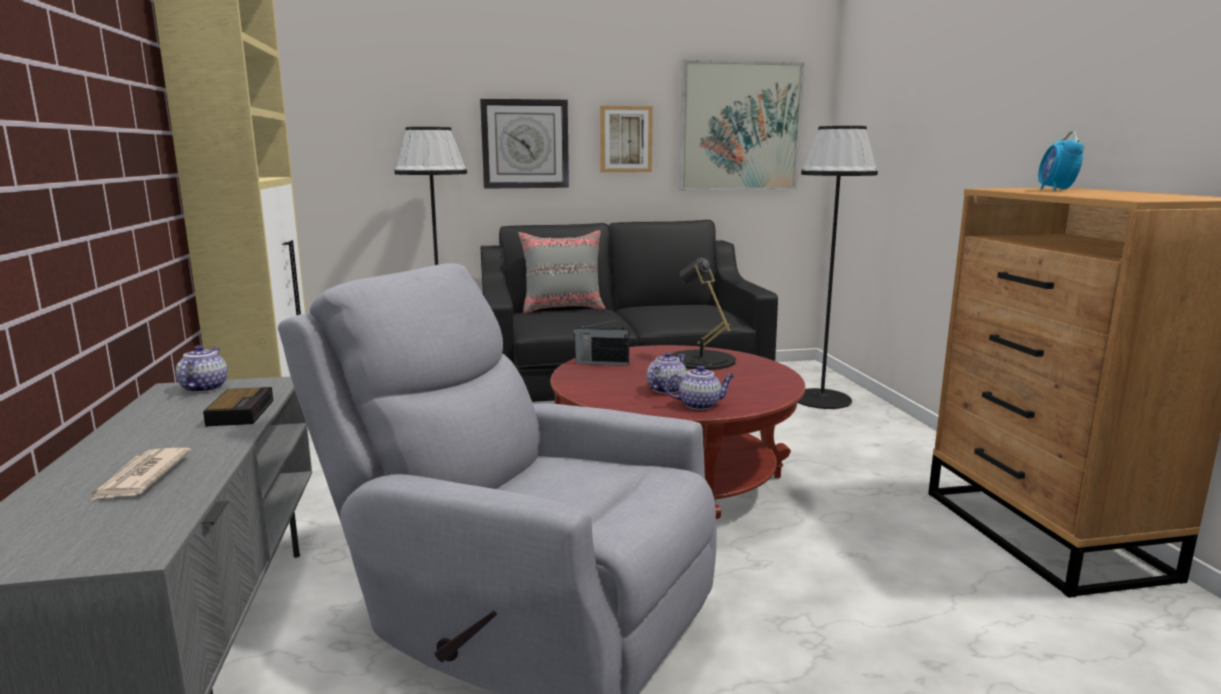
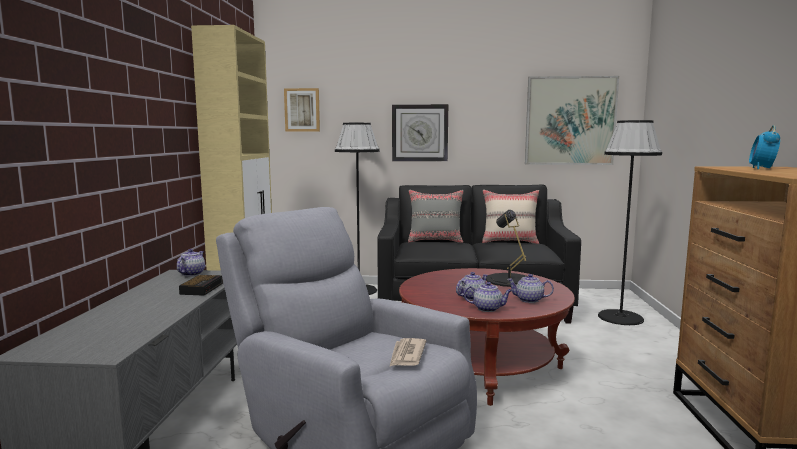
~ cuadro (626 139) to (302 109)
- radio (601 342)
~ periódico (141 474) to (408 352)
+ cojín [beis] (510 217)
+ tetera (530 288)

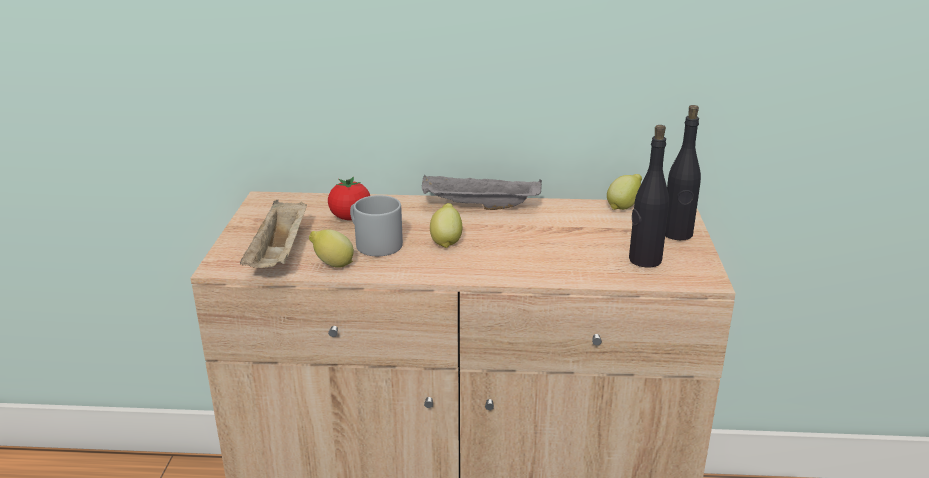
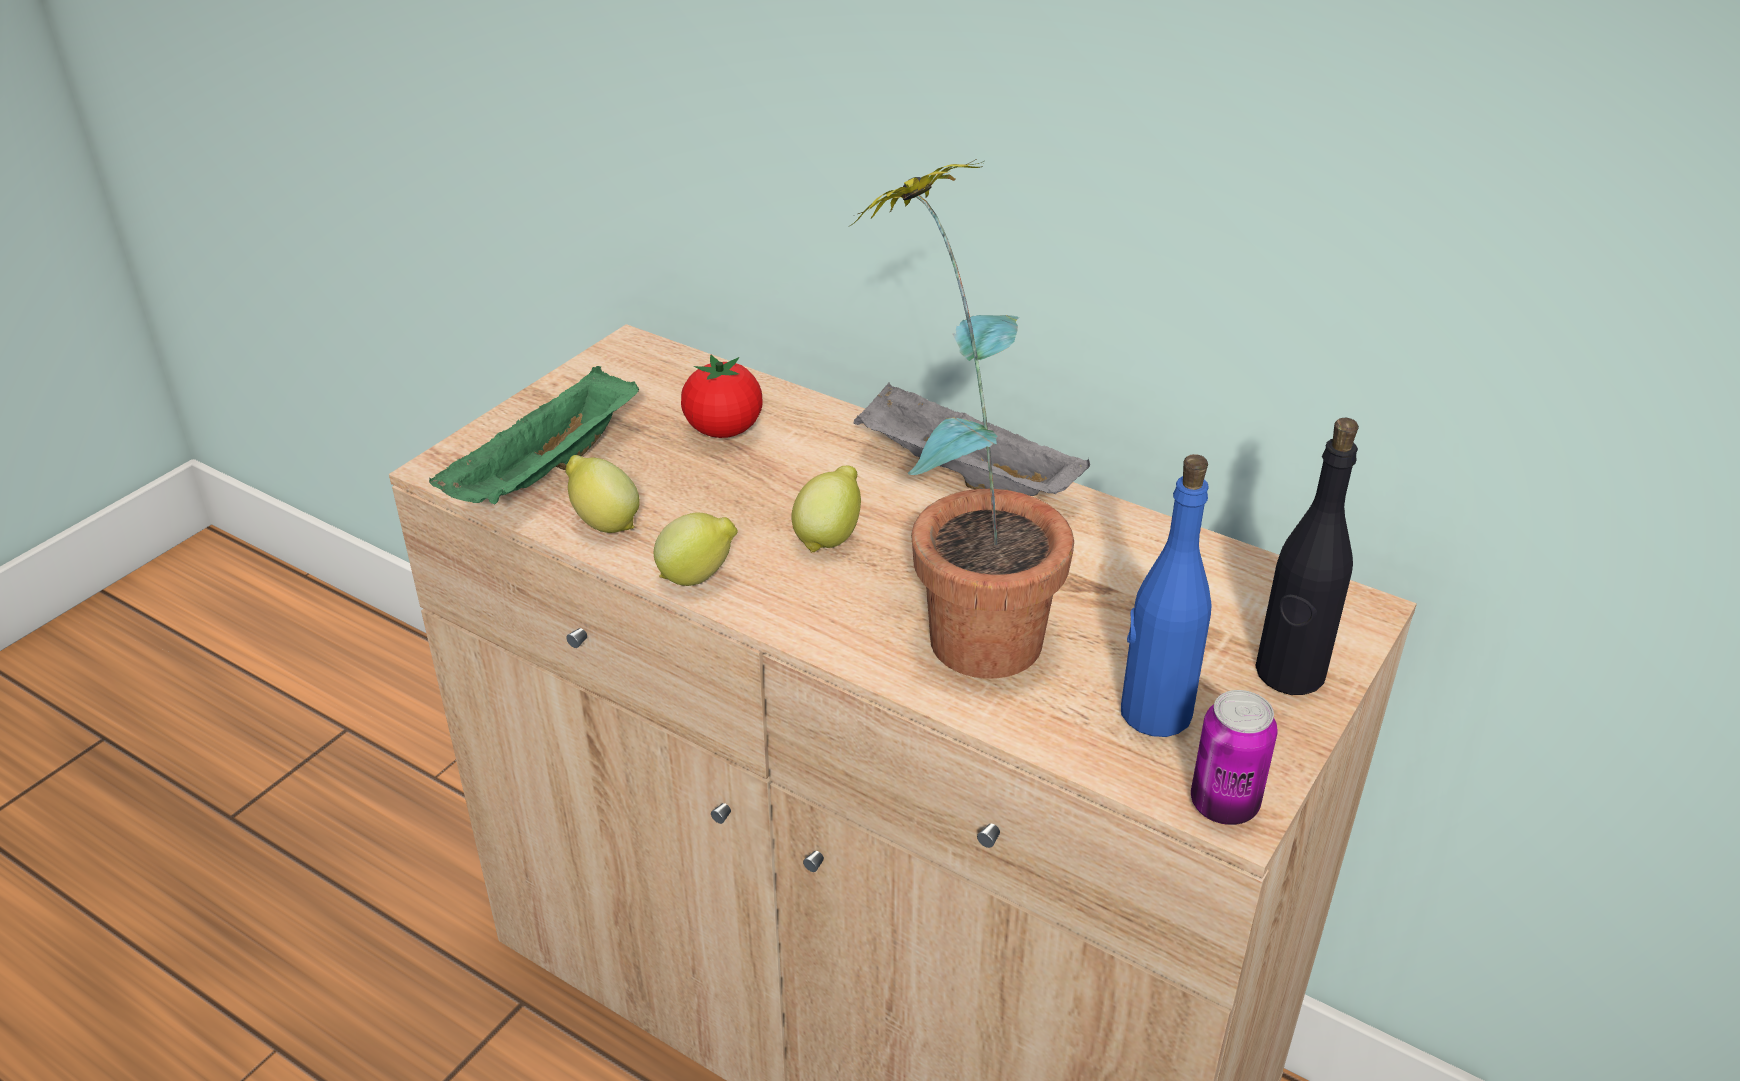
~ botella [negro] (649 196) to botella [azul] (1166 595)
~ limón (624 192) to (695 549)
- taza grande [gris] (376 225)
~ bandeja [beis] (273 234) to bandeja [verde] (534 435)
+ planta en maceta (962 419)
+ lata (1234 757)

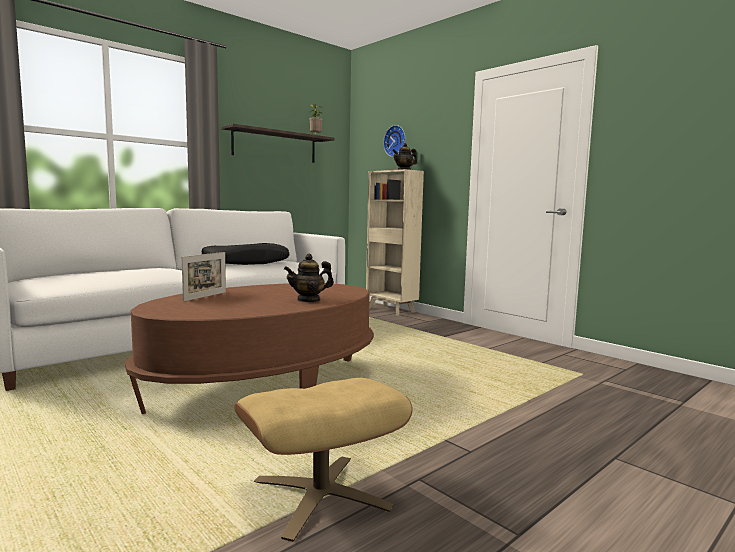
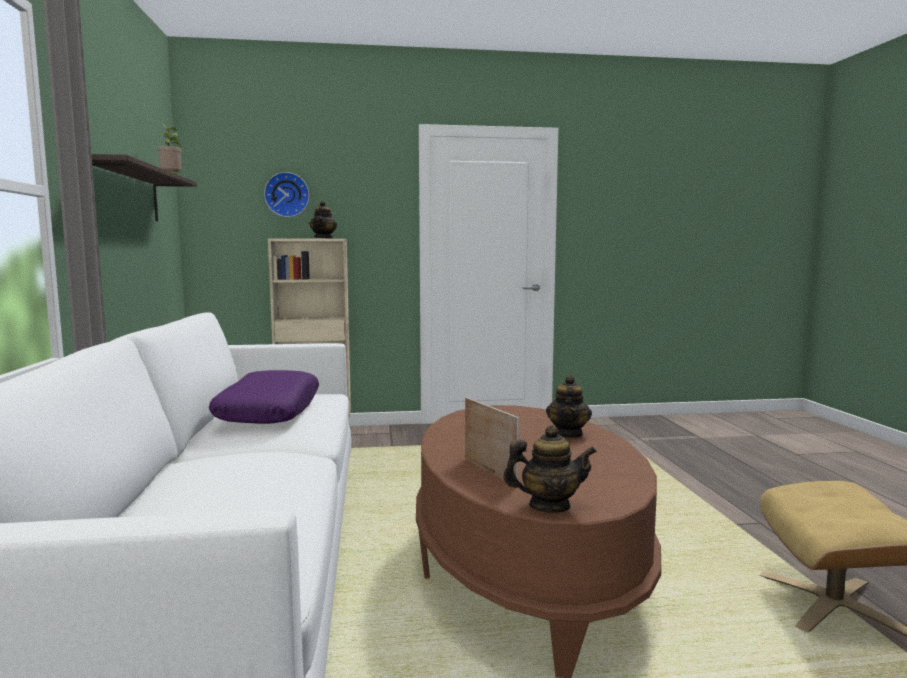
~ cojín [negro] (245 254) to cojín [morado] (264 397)
+ tetera (550 469)

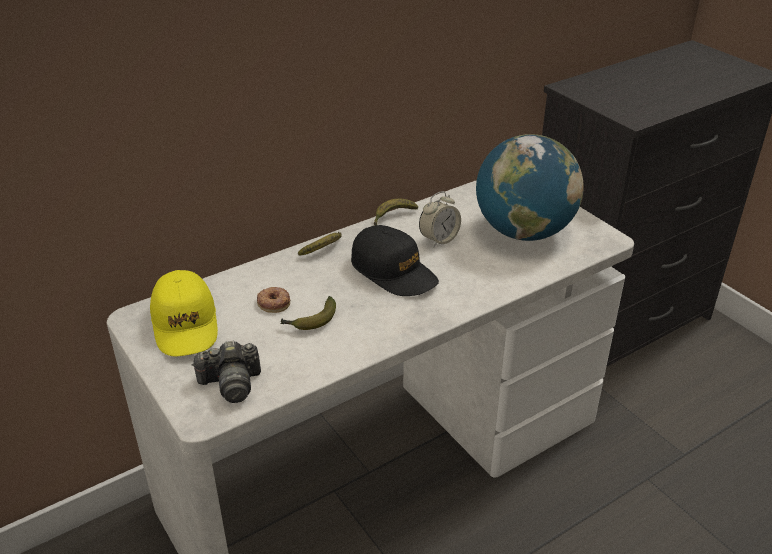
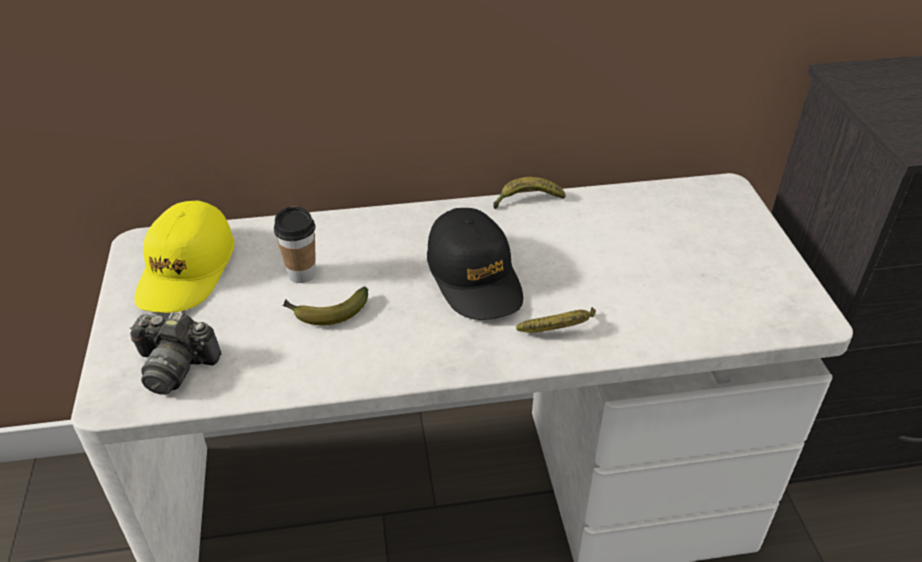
- globo terráqueo (530 187)
- despertador (440 219)
~ plátano (319 243) to (556 320)
~ rosquilla (273 300) to taza (295 245)

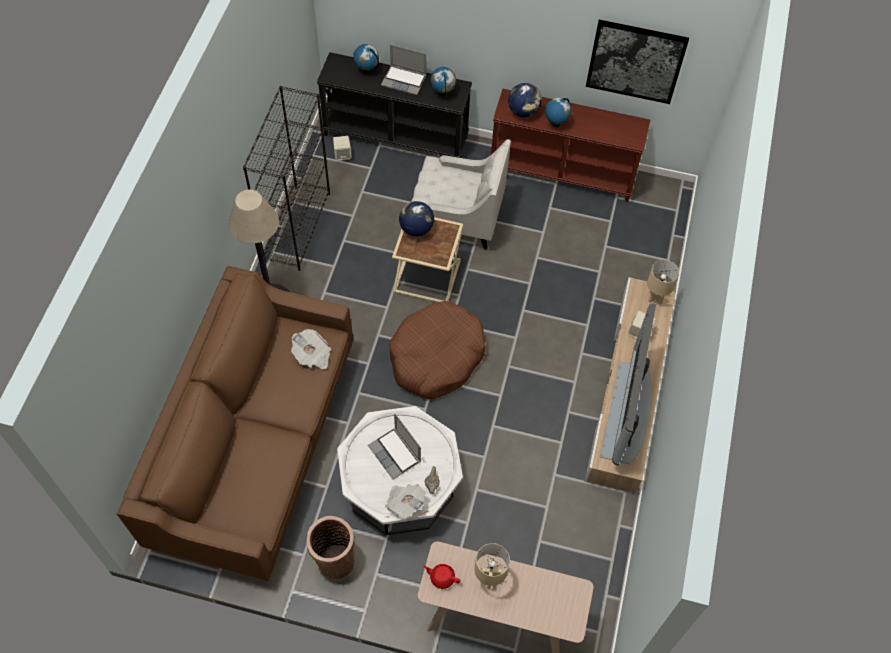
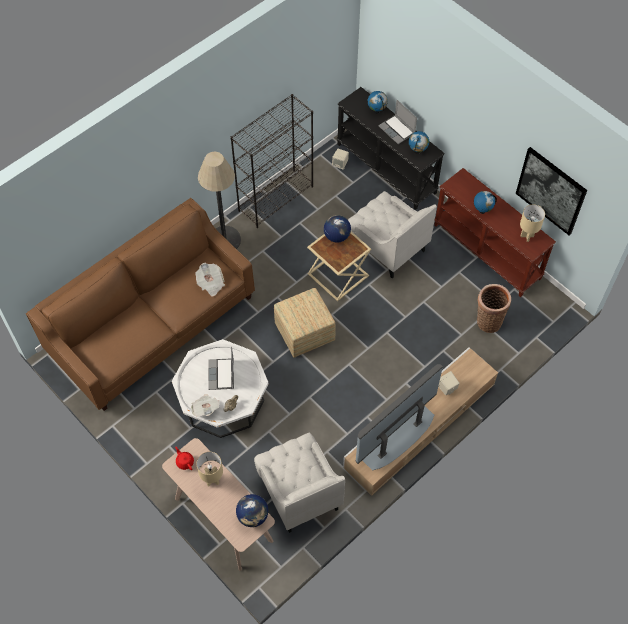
~ globo terráqueo (525 100) to (252 510)
~ lámpara de mesa [beis] (663 282) to (532 223)
~ cama para perro [marrón] (437 350) to puf (305 323)
~ cesta (330 547) to (494 308)
+ sillón [blanco] (299 483)

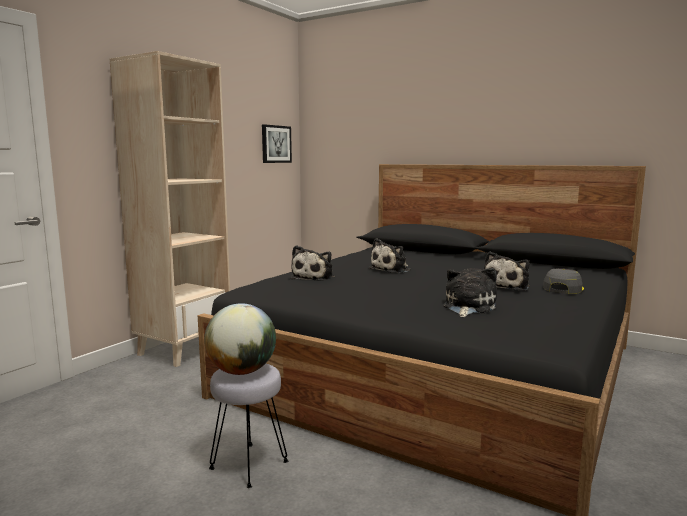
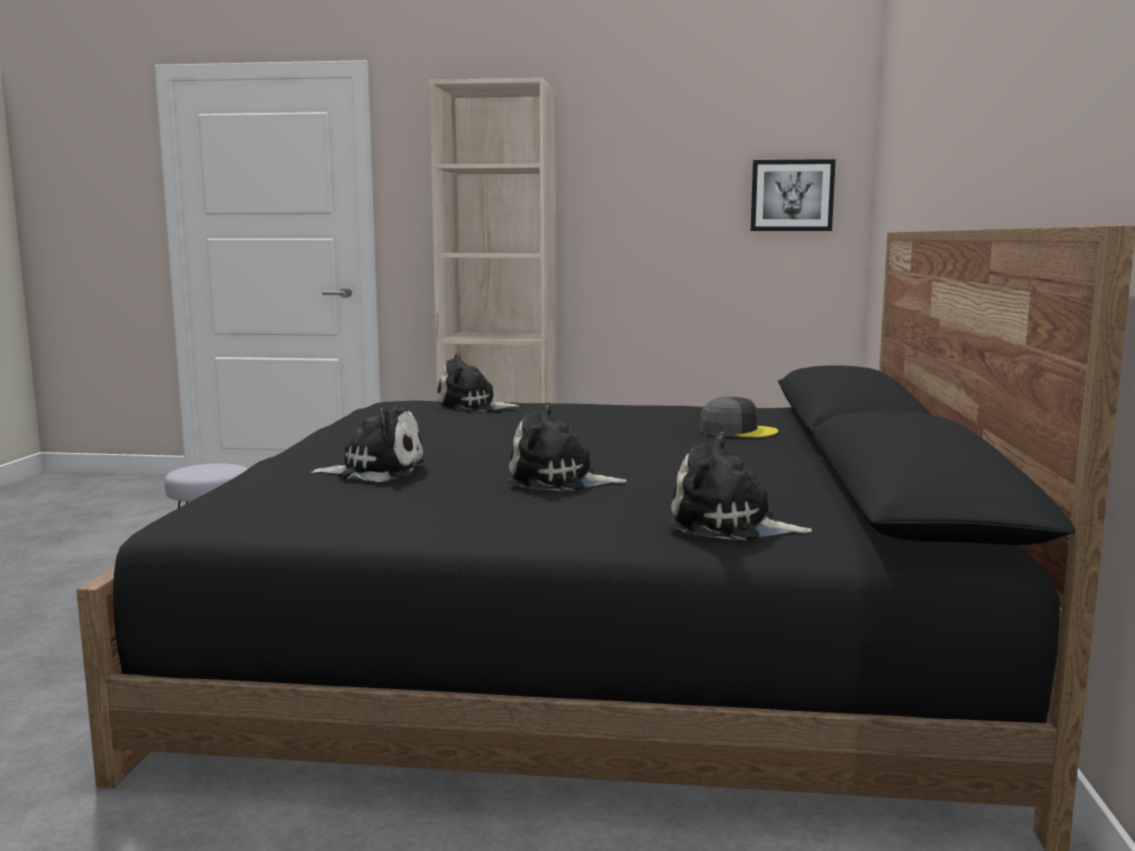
~ peluche (390 255) to (740 486)
~ gorra [gris] (563 281) to (739 417)
- globo terráqueo (240 339)

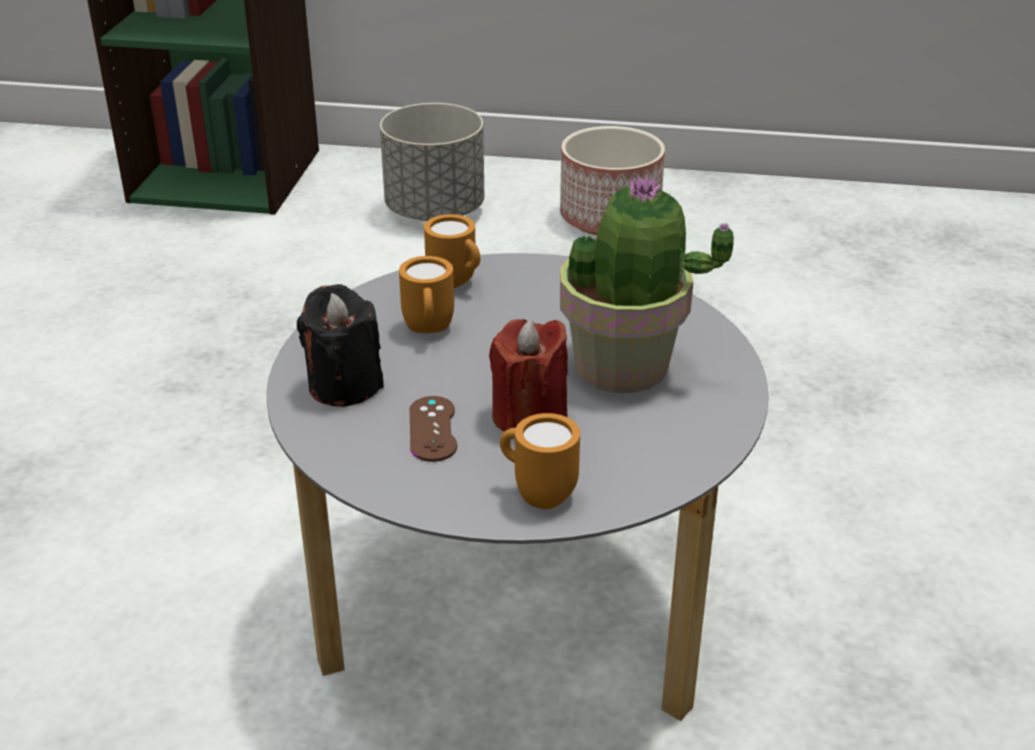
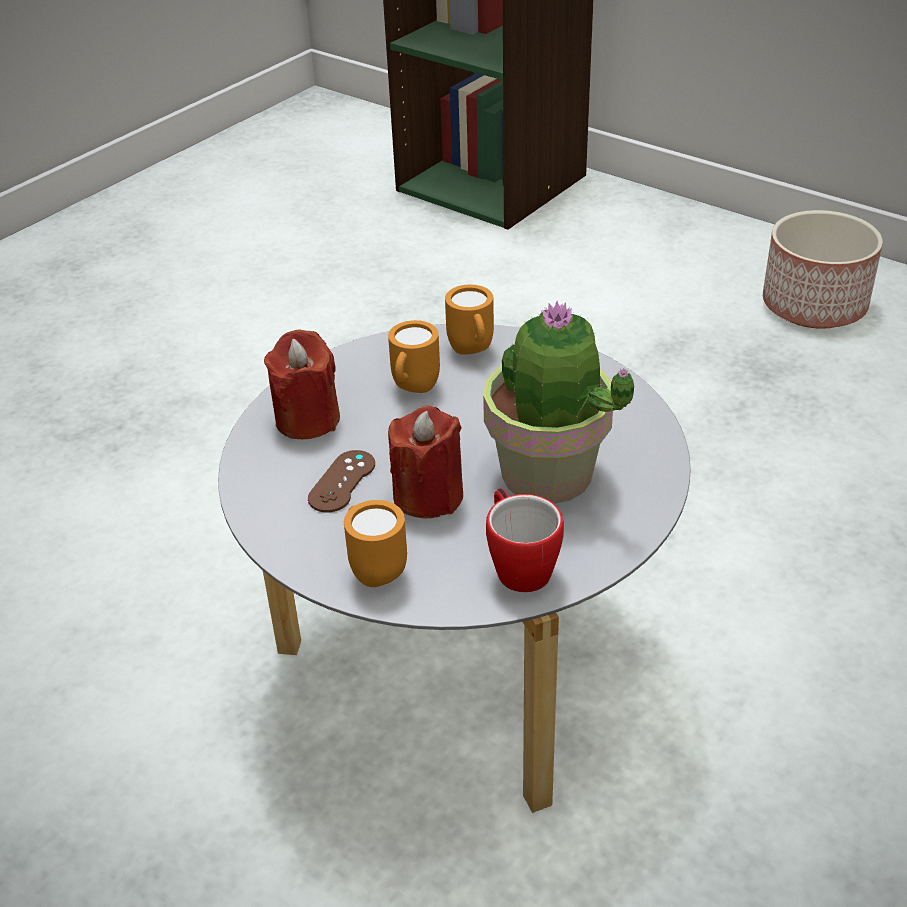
- maceta [gris] (432 162)
~ vela [negro] (340 345) to vela [rojo] (302 384)
+ taza grande (525 540)

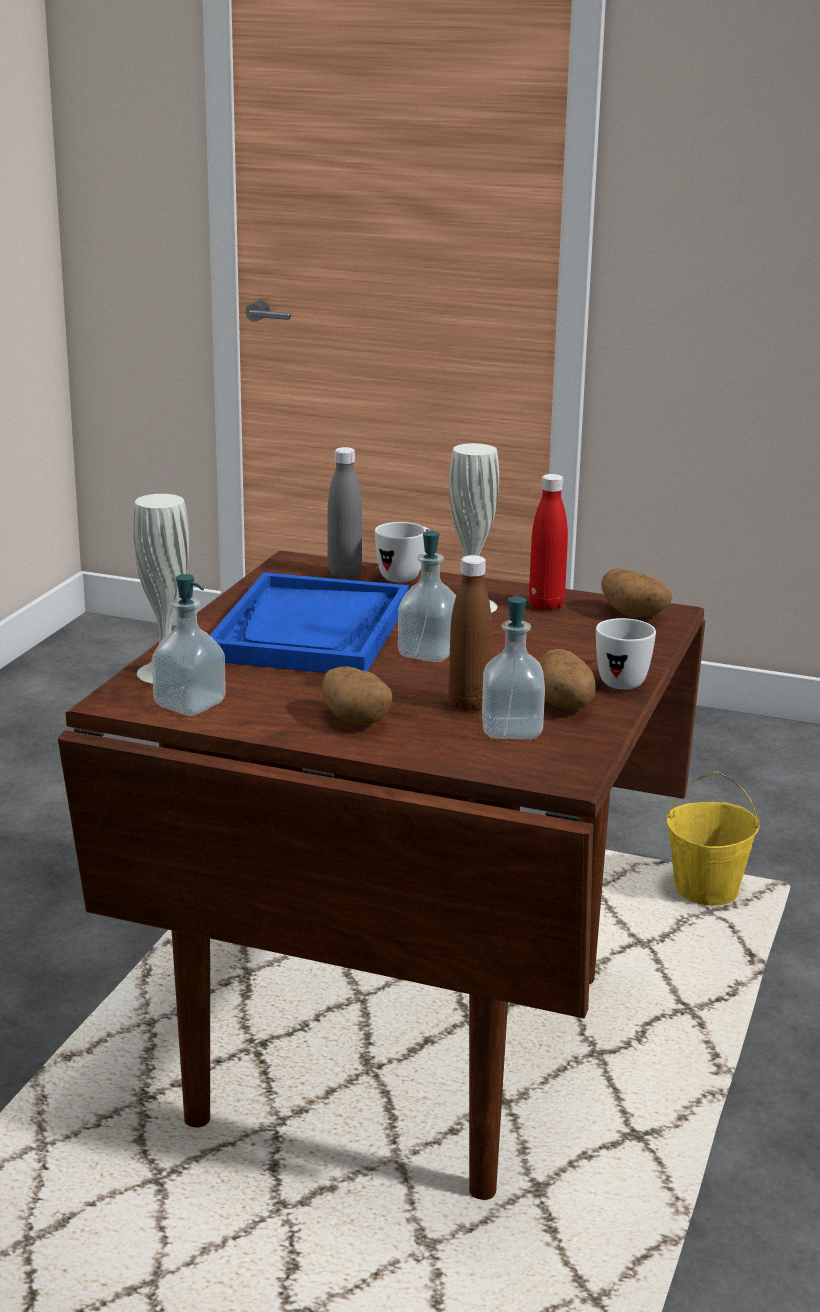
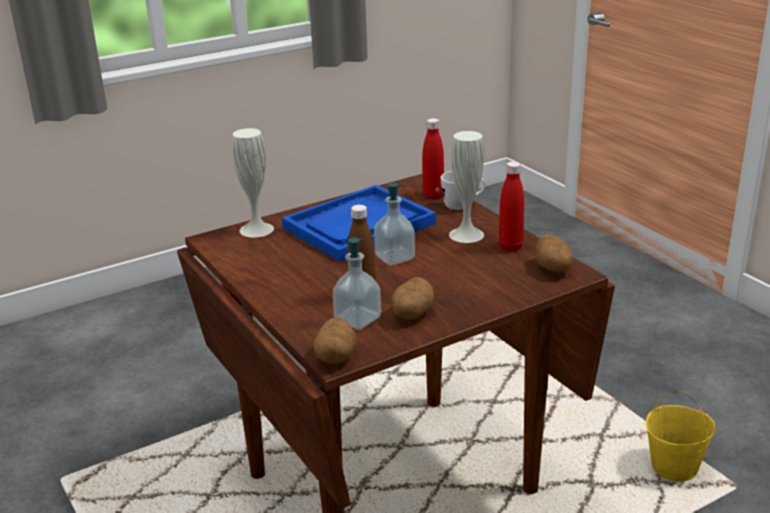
~ botella [gris] (344 512) to botella [rojo] (433 158)
- dispensador de jabón (189 645)
- taza grande [blanco] (626 654)
~ patata (357 695) to (334 341)

